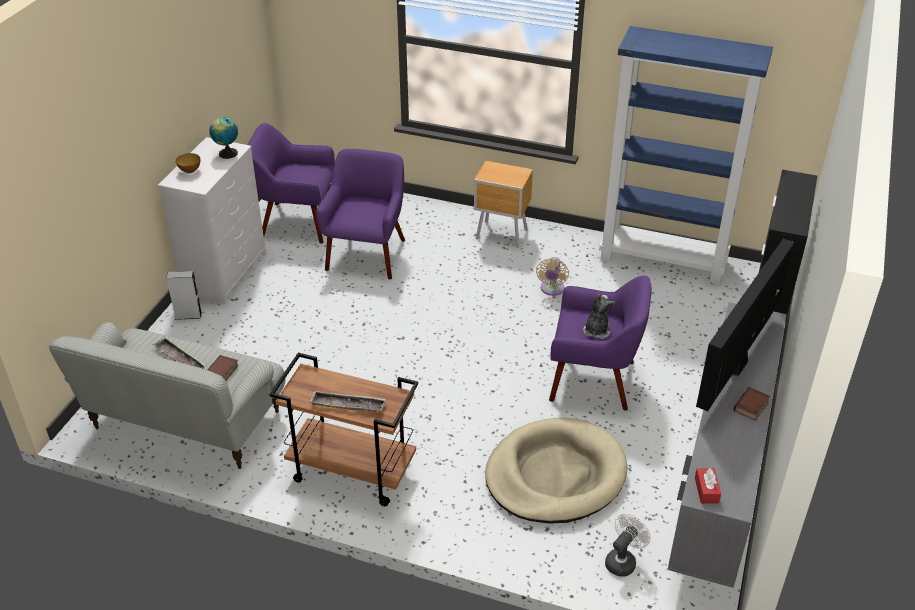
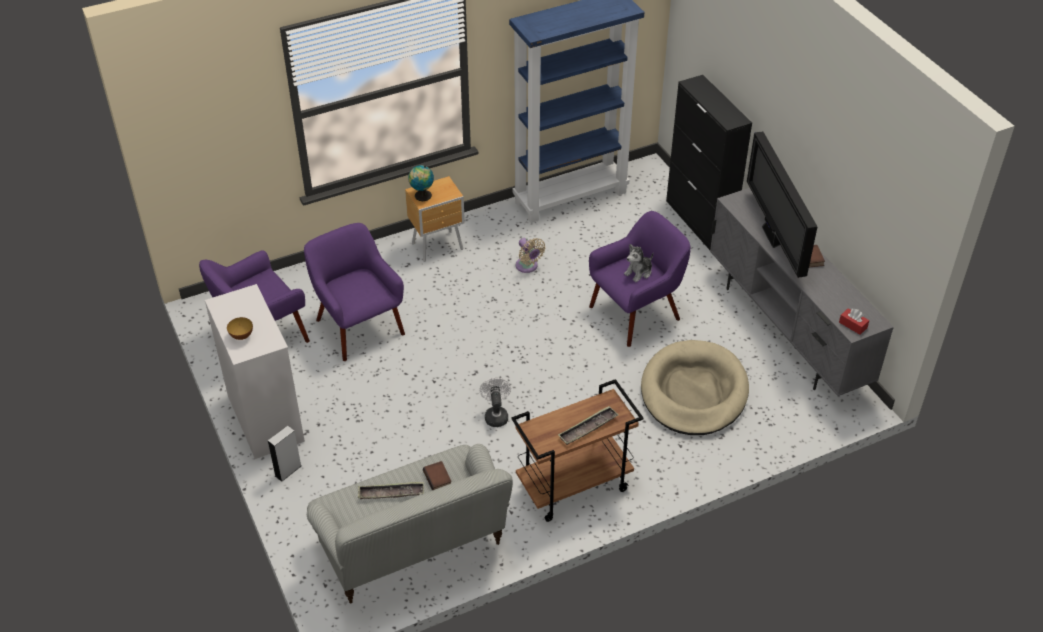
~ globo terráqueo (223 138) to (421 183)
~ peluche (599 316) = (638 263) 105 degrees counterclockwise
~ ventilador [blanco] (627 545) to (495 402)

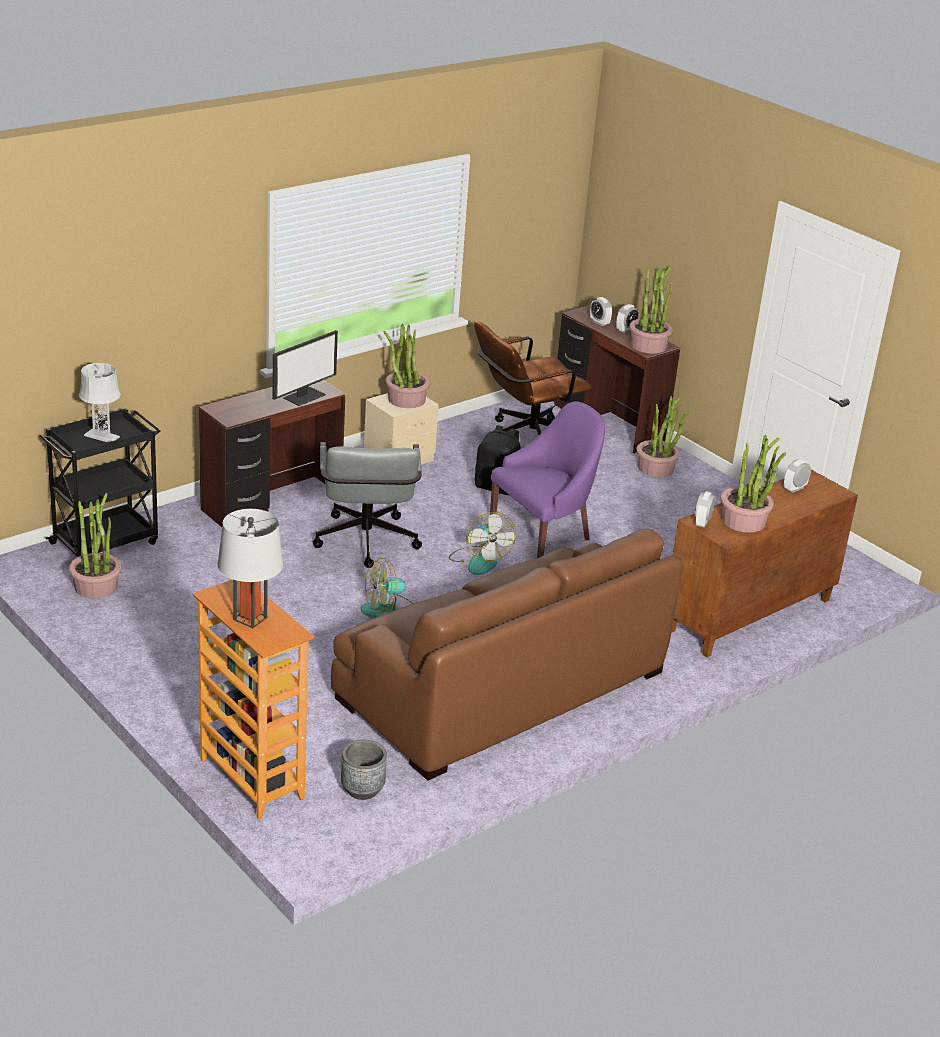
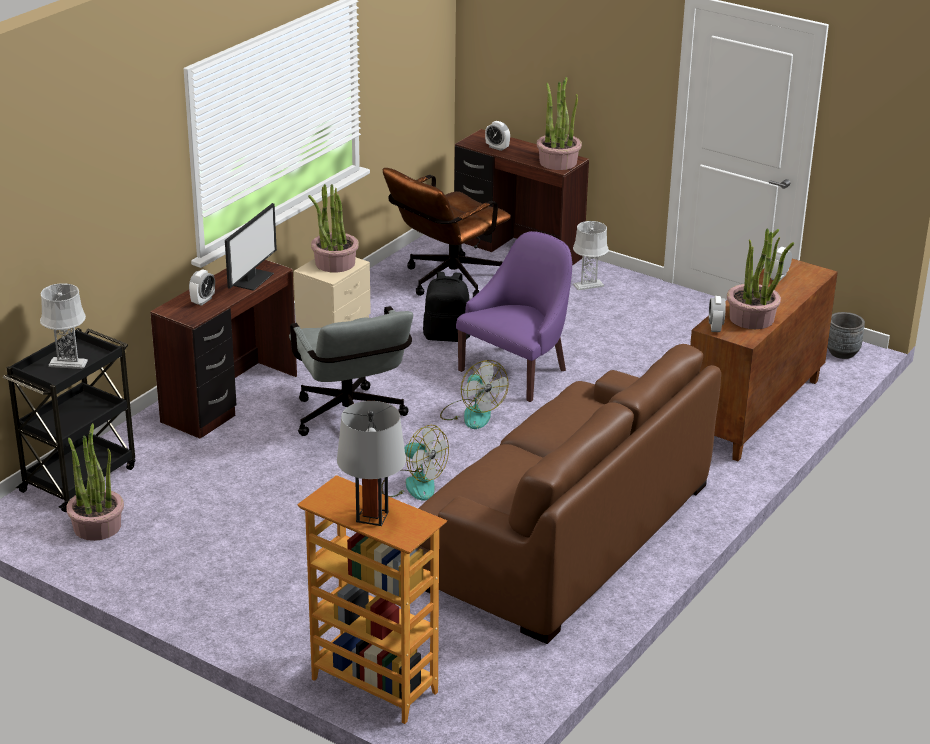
~ despertador (627 318) to (202 288)
~ planta en maceta (664 436) to lámpara de mesa [gris] (591 255)
~ ventilador (386 588) = (415 463) 105 degrees counterclockwise
~ maceta [gris] (364 770) to (846 335)

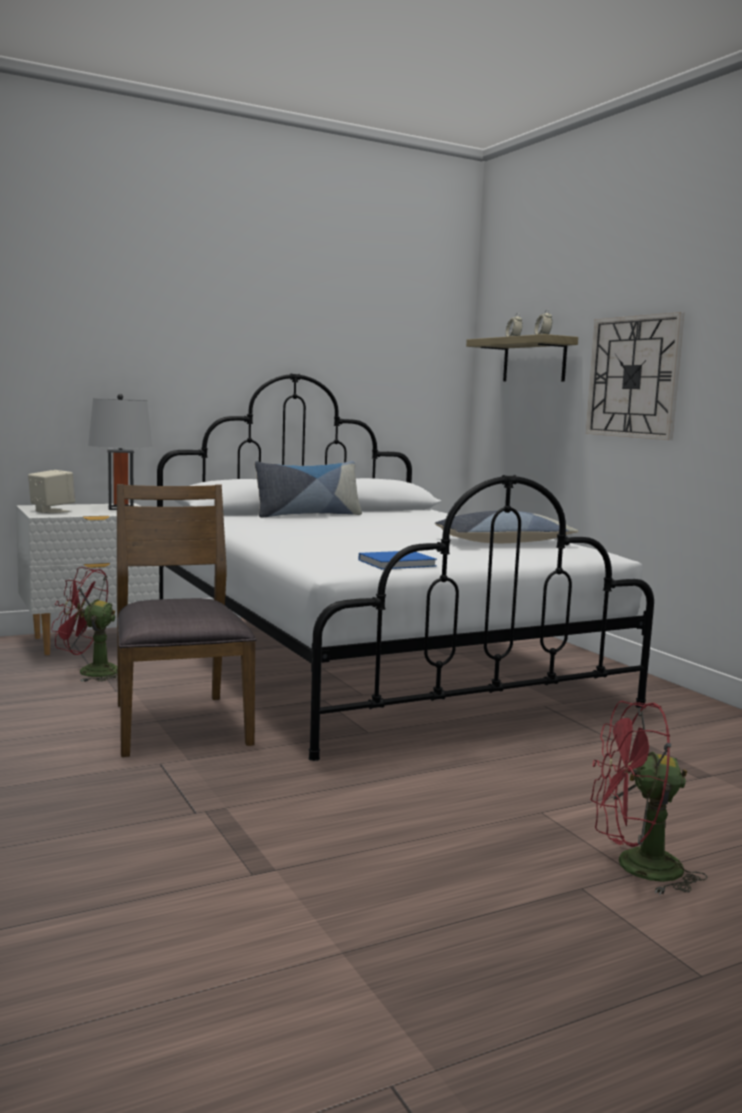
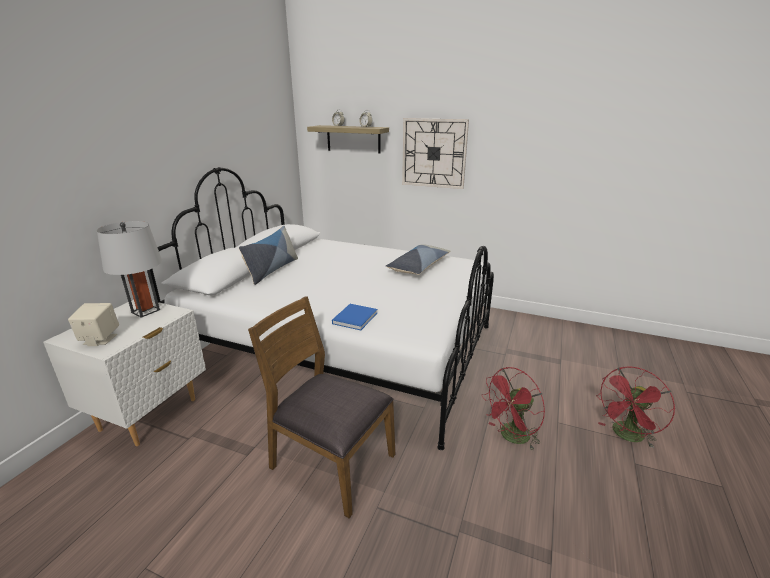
~ libro [azul] (397 560) to (354 317)
~ ventilador [rojo] (84 624) to (513 409)

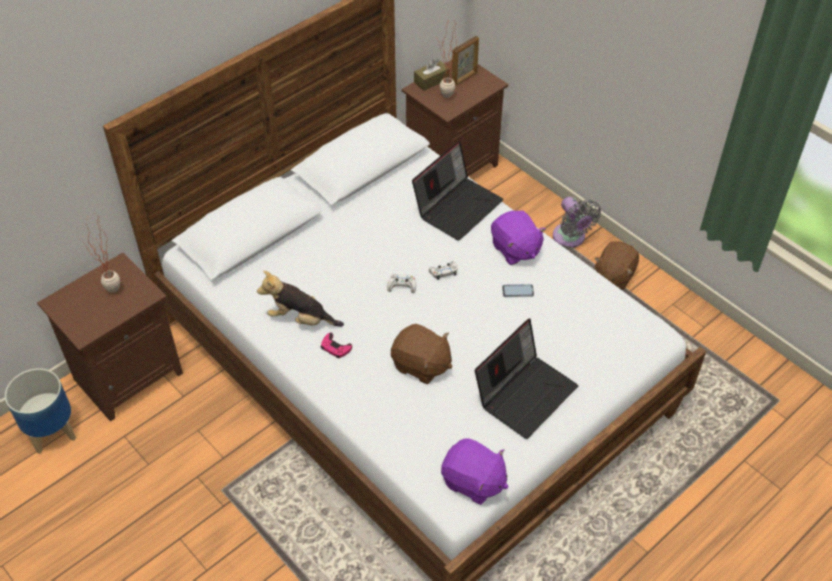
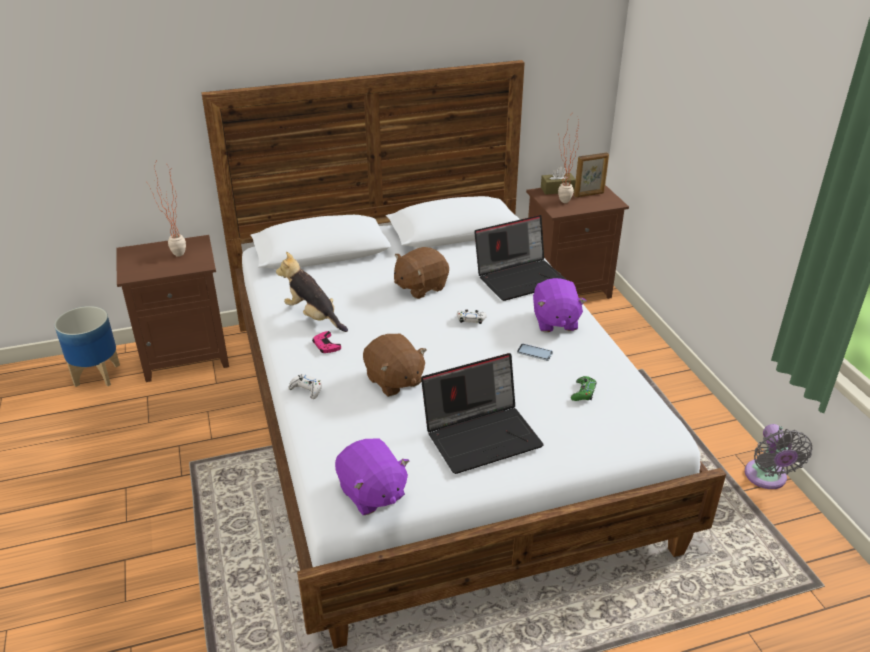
~ ventilador [gris] (577 222) to (779 456)
~ peluche [marrón] (616 265) to (421 273)
~ mando de consola [blanco] (401 283) to (305 386)
+ mando de consola [verde] (584 388)

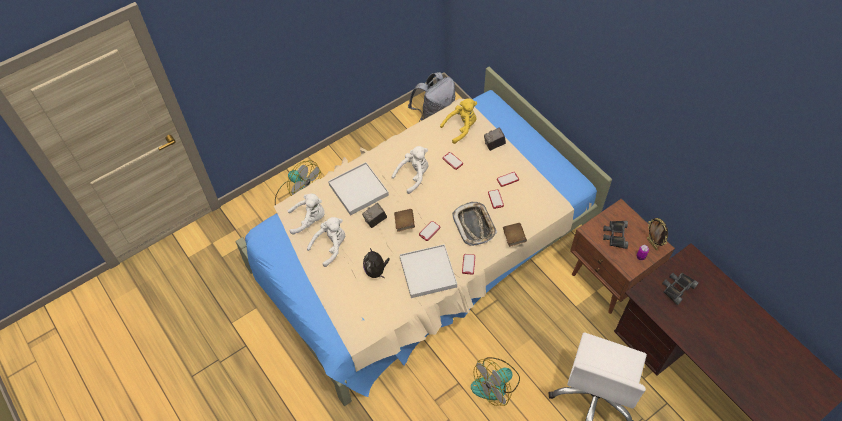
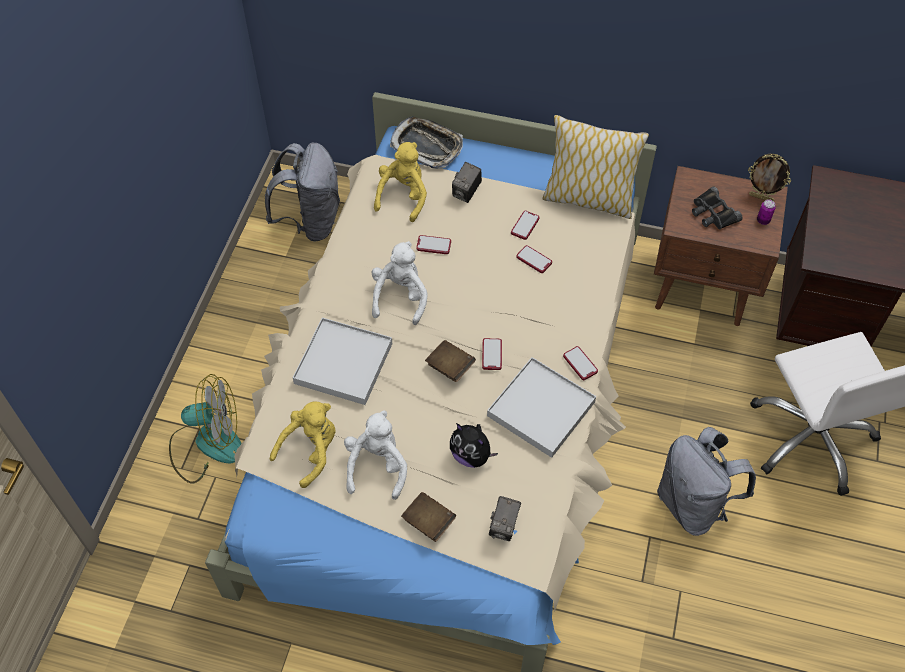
~ peluche [blanco] (306 214) to peluche [amarillo] (303 445)
~ bandeja (474 224) to (426 143)
~ cámara (374 215) to (505 518)
~ libro [marrón] (515 235) to (428 517)
- prismáticos [negro] (680 288)
~ ventilador (495 381) to mochila [gris] (706 481)
+ cojín (595 167)

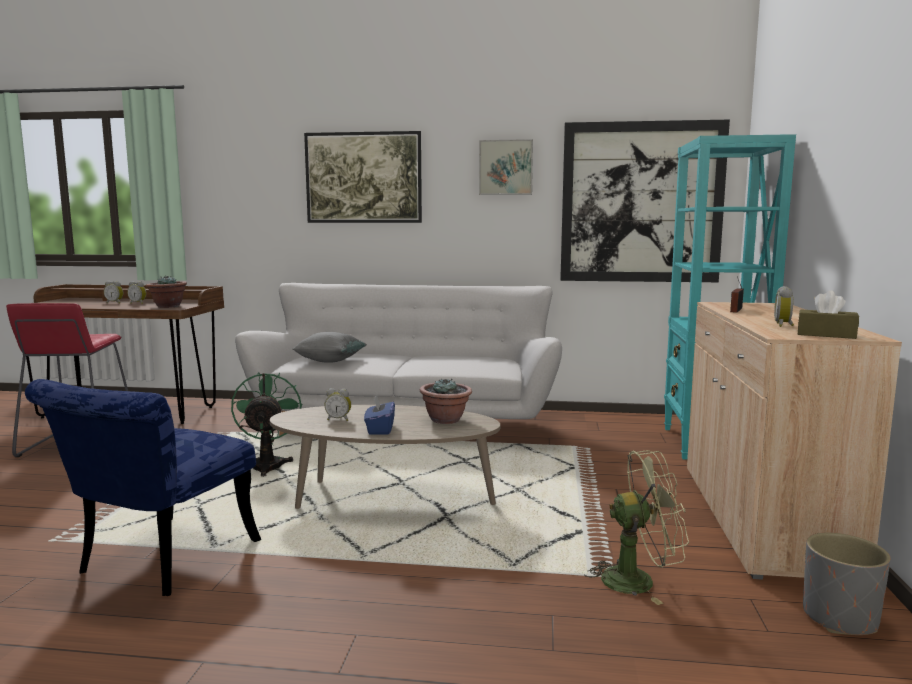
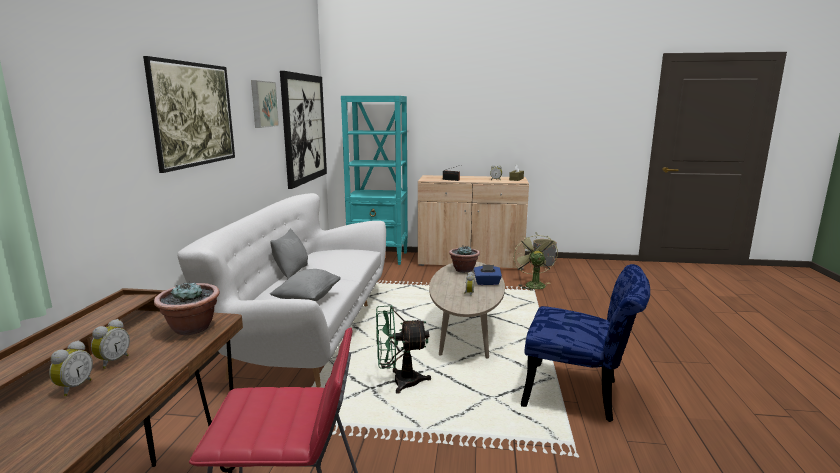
+ cojín [gris] (289 253)

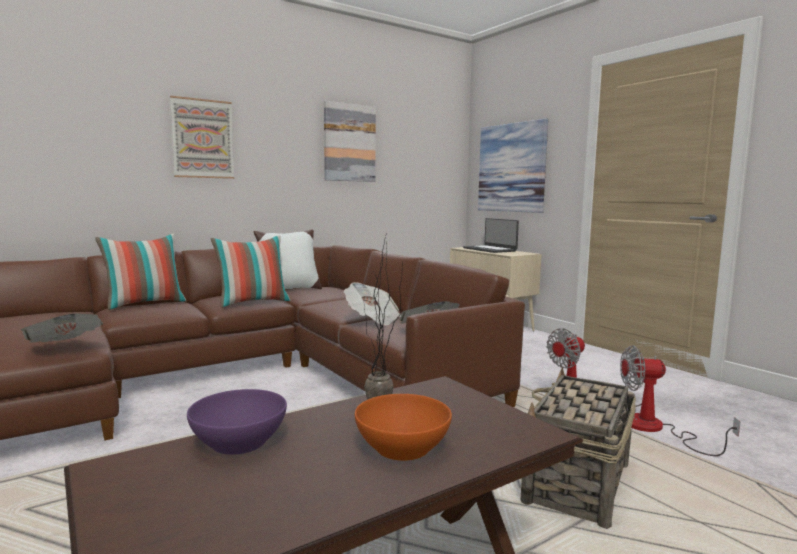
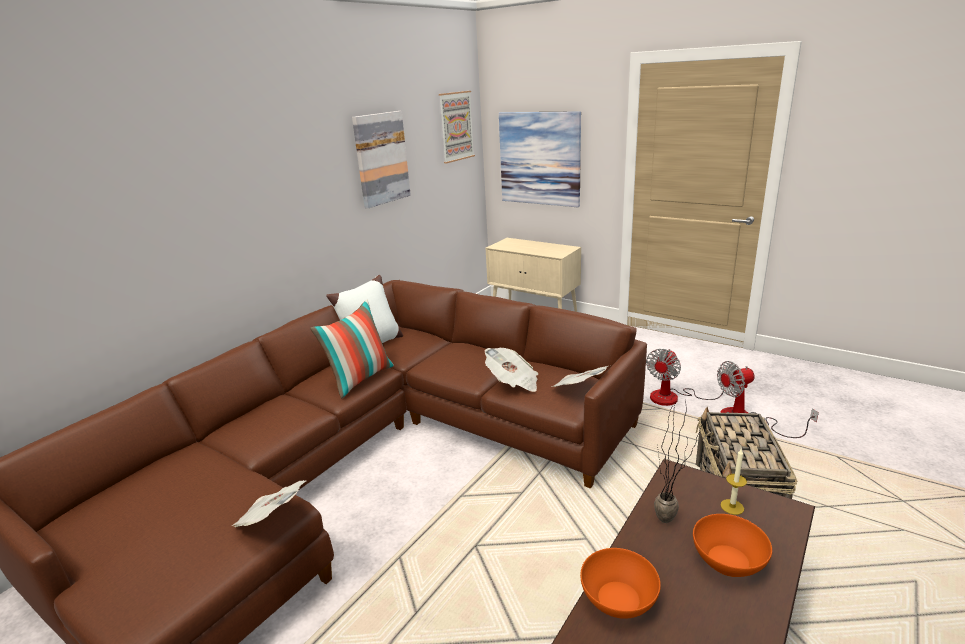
~ cuadro (202 137) to (457 127)
- portátil (491 235)
- cojín (140 272)
~ cuenco [morado] (237 422) to cuenco [naranja] (620 583)
+ vela (734 481)

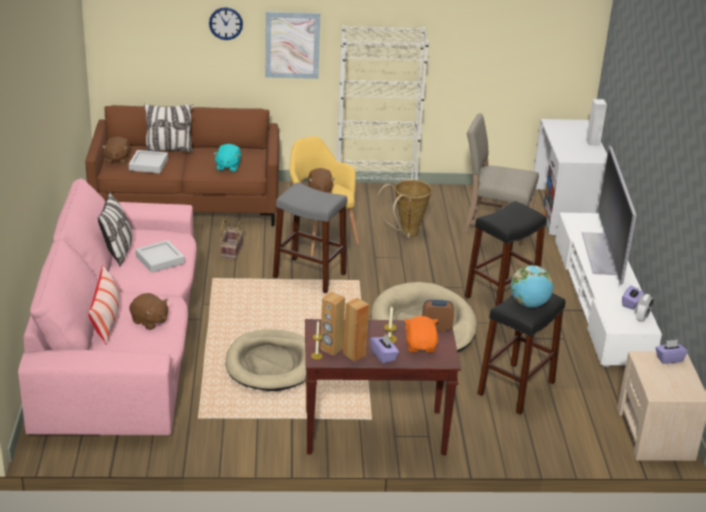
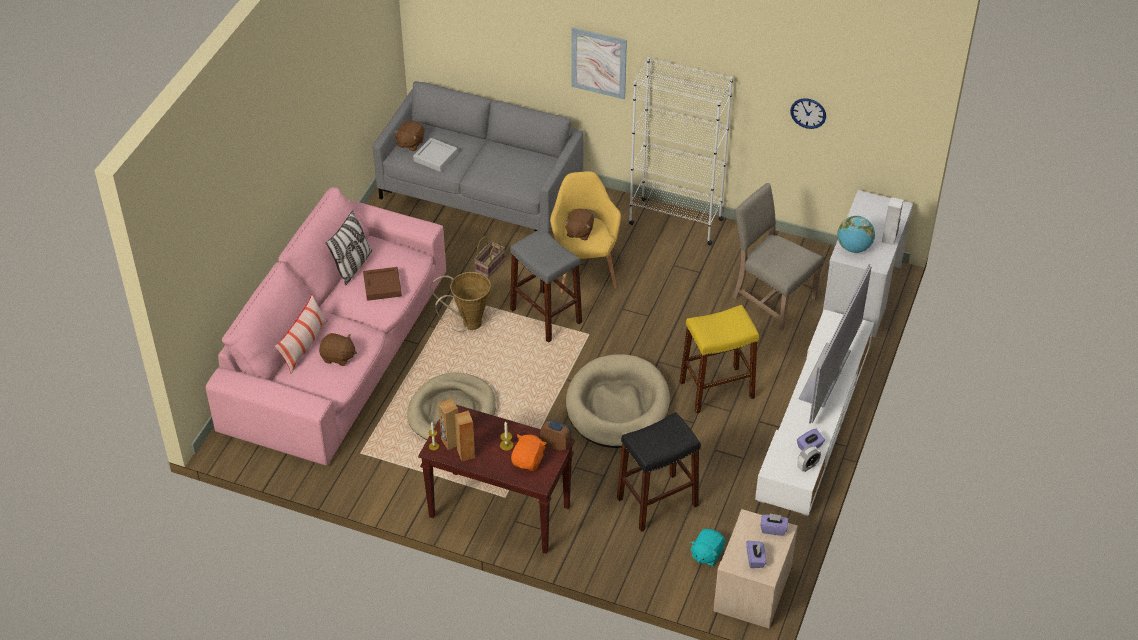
~ reloj de pared (226 23) to (808 113)
- cojín (169 128)
~ sofá [marrón] (182 165) to sofá [gris] (478 157)
~ peluche [turquesa] (227 158) to (707 547)
~ cesta (404 209) to (460 302)
~ taburete [negro] (506 253) to taburete [amarillo] (719 359)
~ bandeja [gris] (160 256) to bandeja [marrón] (382 284)
~ globo terráqueo (532 286) to (856 234)
~ peluche [marrón] (148 311) = (338 349) 45 degrees counterclockwise
~ caja de pañuelos [morado] (384 348) to (756 554)

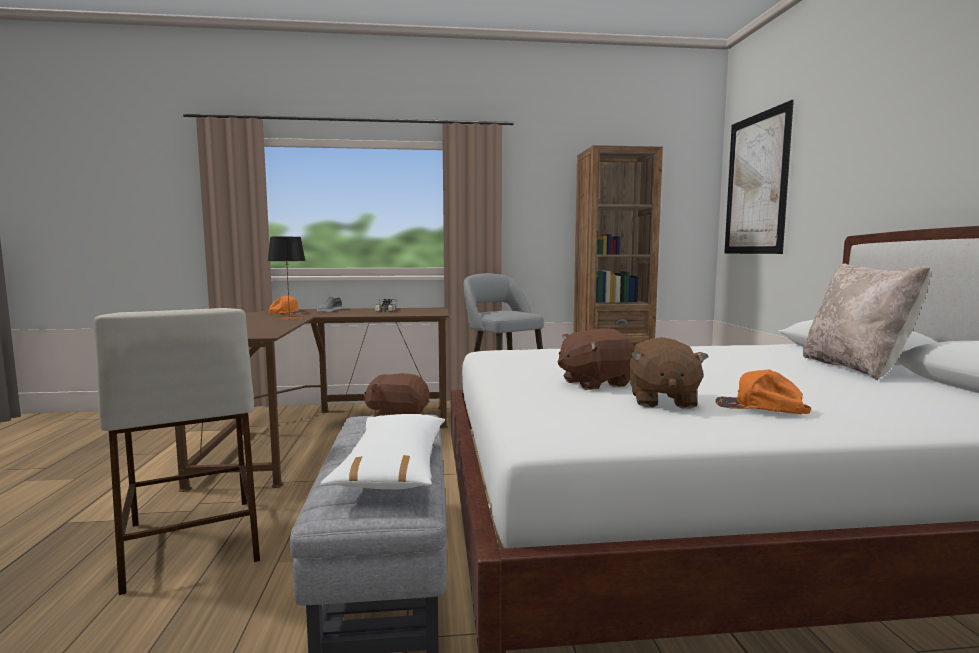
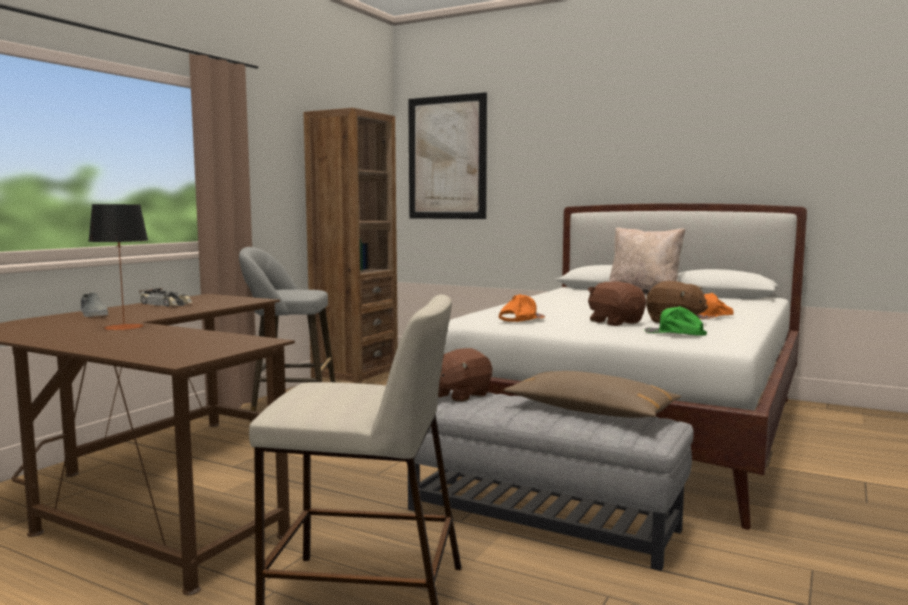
~ gorra [naranja] (288 305) to (522 308)
~ peluche [marrón] (596 359) = (616 303) 135 degrees clockwise
~ cojín [blanco] (383 452) to cojín [marrón] (592 394)
+ gorra [verde] (676 321)

